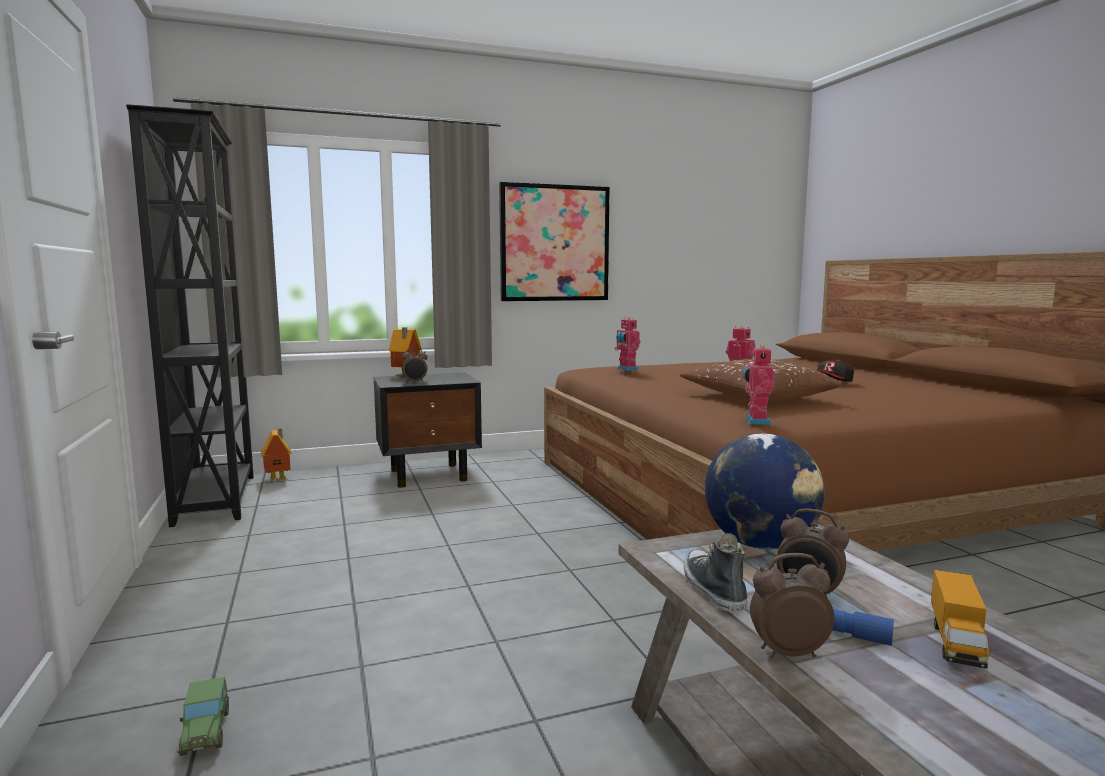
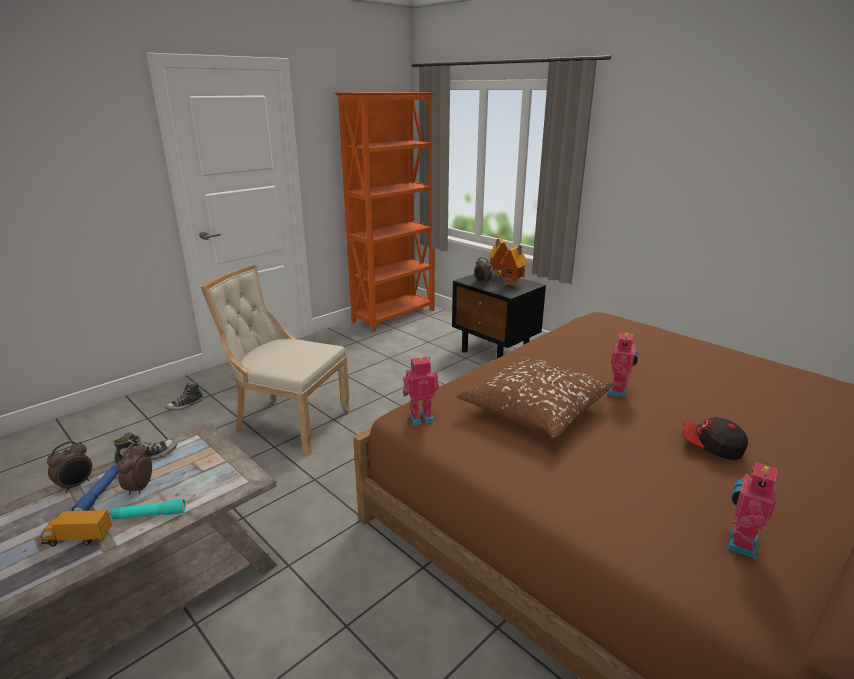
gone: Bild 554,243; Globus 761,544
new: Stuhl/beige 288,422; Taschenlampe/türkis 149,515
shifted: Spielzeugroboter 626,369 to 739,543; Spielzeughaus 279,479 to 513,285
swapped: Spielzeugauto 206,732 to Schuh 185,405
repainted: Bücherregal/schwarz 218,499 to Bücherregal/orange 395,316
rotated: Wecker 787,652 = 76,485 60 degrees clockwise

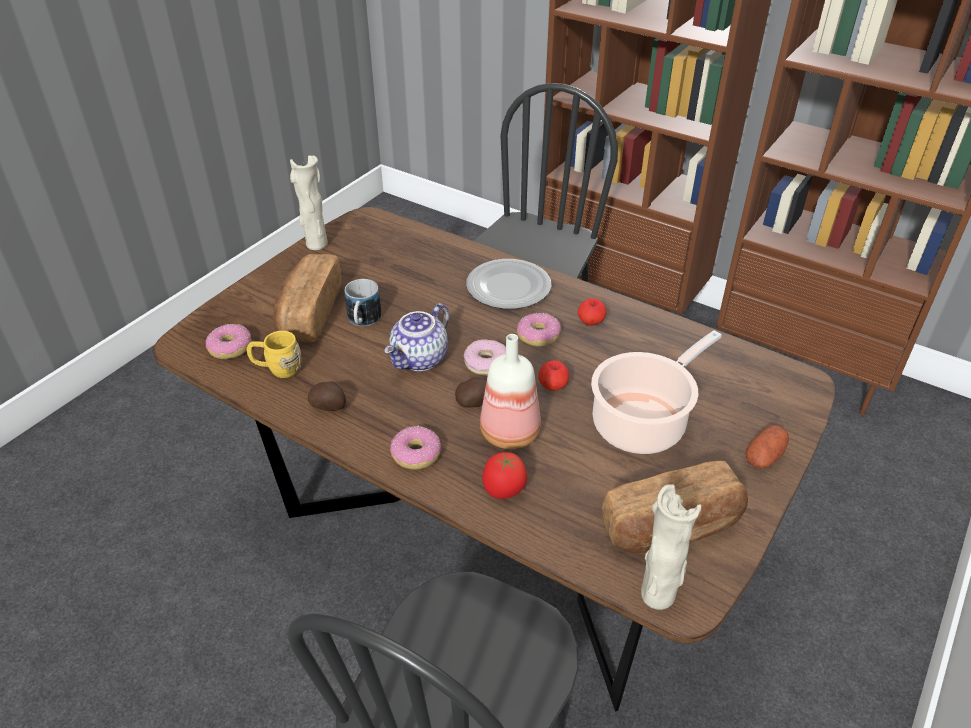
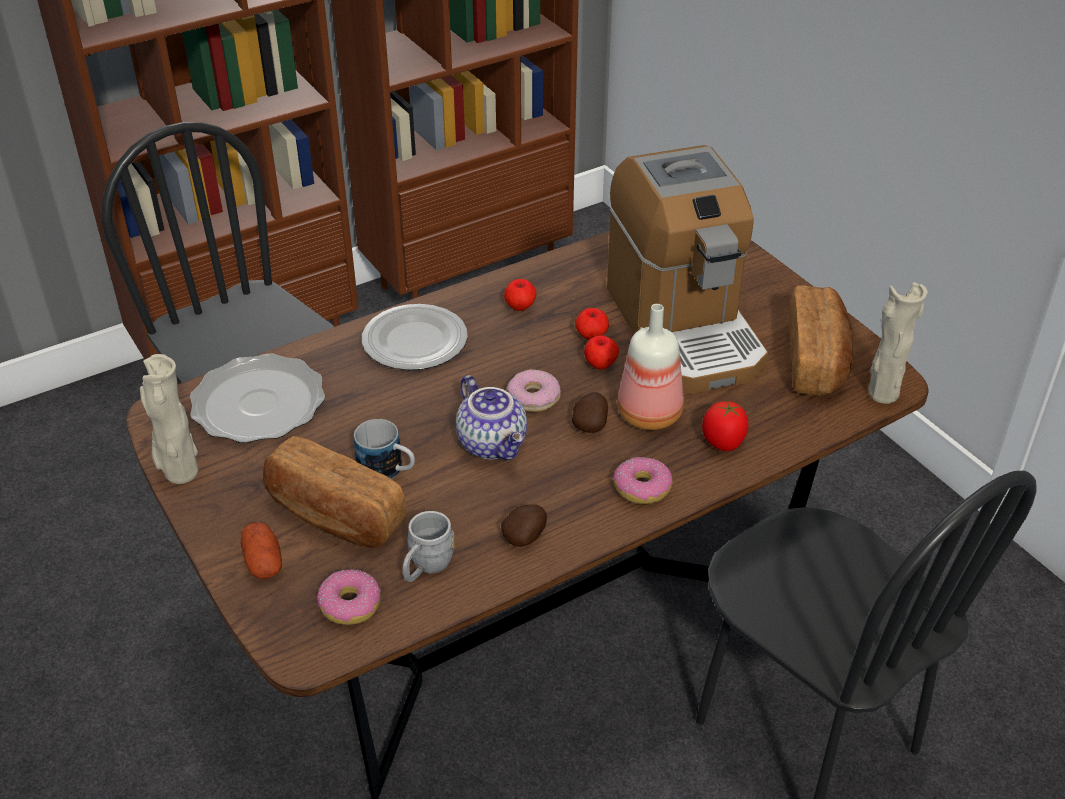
gone: Donut 538,335
new: Apfel 591,336; Teller 257,403
shifted: Kartoffel 764,457 to 263,562
swapped: Kochtopf 642,422 to Kaffeemaschine 684,328
repainted: Henkelbecher/gelb 277,369 to Henkelbecher/grau 426,567

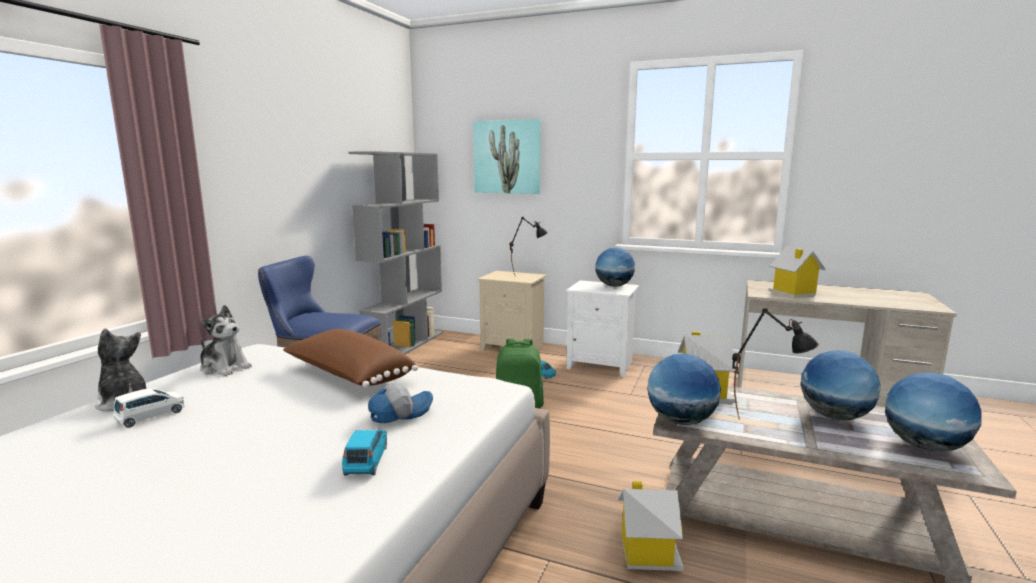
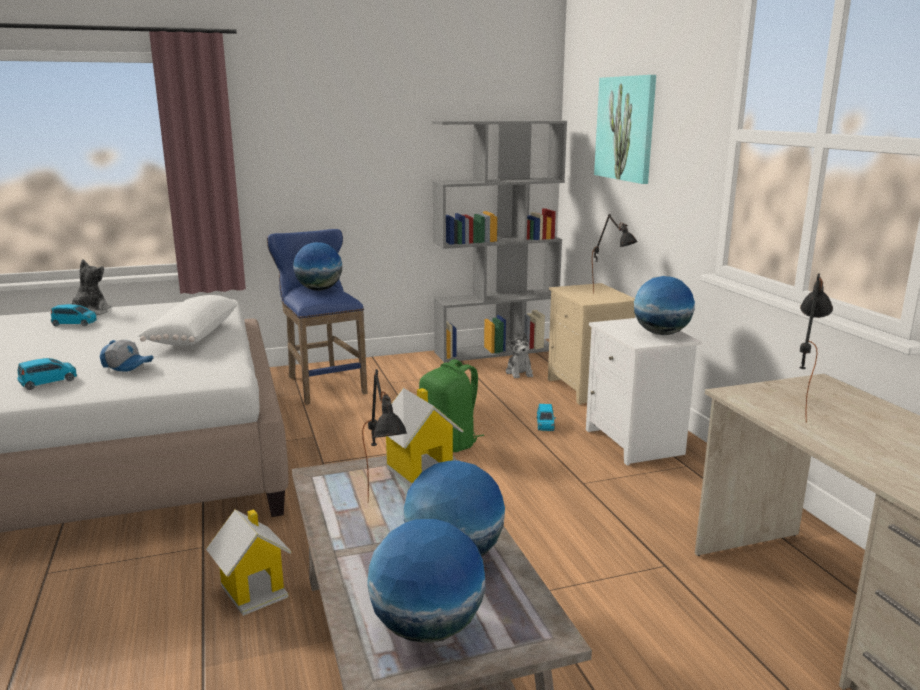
shifted: Plüschtier 225,368 to 519,372; Globus 680,421 to 319,290
swapped: Spielzeughaus 792,293 to Tischlampe/schwarz 798,409
repainted: Kissen/braun 348,375 to Kissen/weiß 191,335; Spielzeugauto/weiß 151,416 to Spielzeugauto/blau 75,323

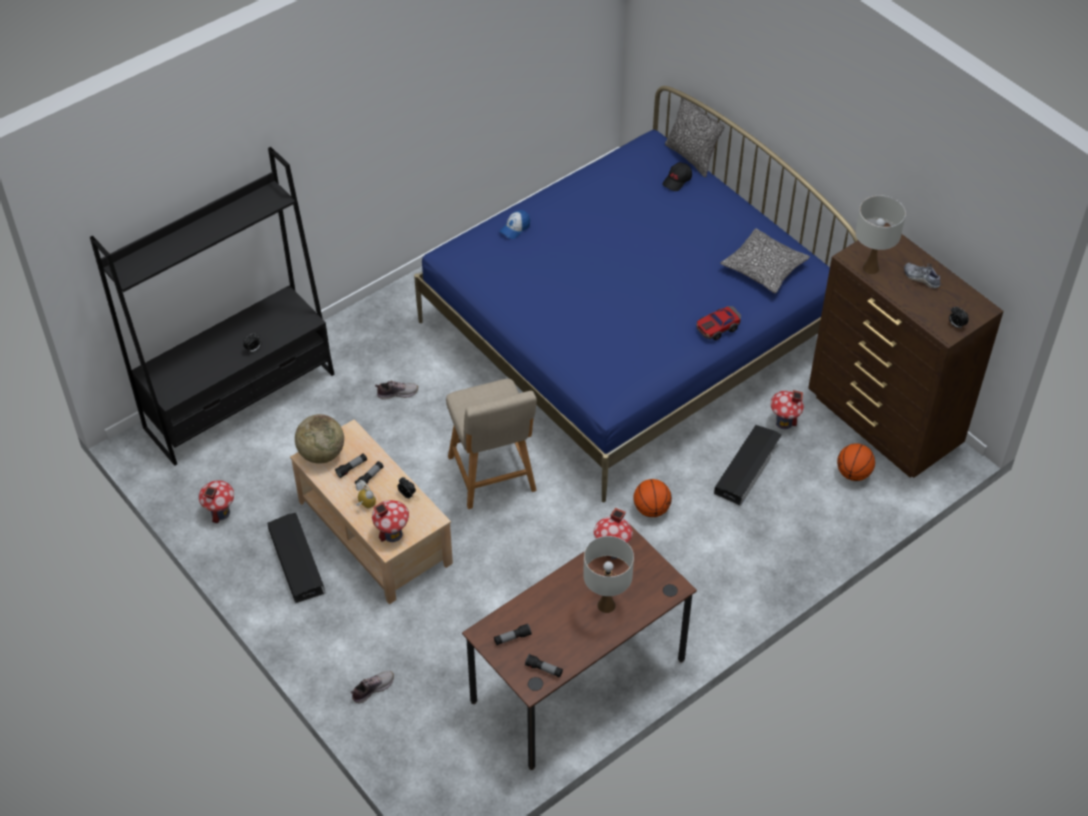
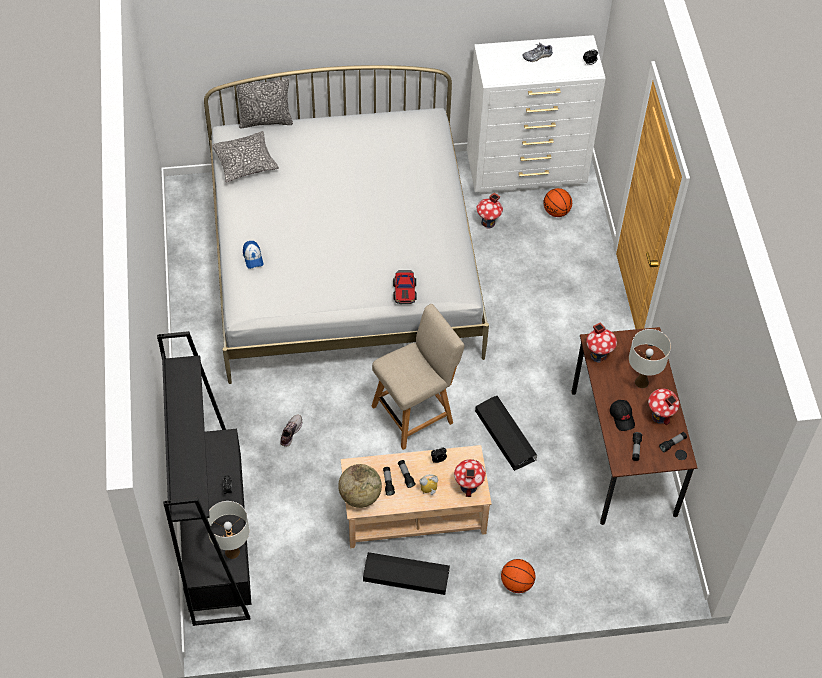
gone: Schuh 372,689
shifted: Kappe/schwarz 677,181 to 622,417; Tischlampe/weiß 870,268 to 232,552; Kissen 764,268 to 245,162; Spielzeugauto 718,327 to 405,291; Aufbewahrungsbox/schwarz 748,468 to 505,435; Basketball 651,509 to 516,583; Spielzeughaus 220,512 to 659,416
repainted: Bett/blau 629,333 to Bett/weiß 344,262; Kommode/braun 883,423 to Kommode/weiß 527,172
rotated: Stuhl/beige 493,477 = 415,412 45 degrees counterclockwise

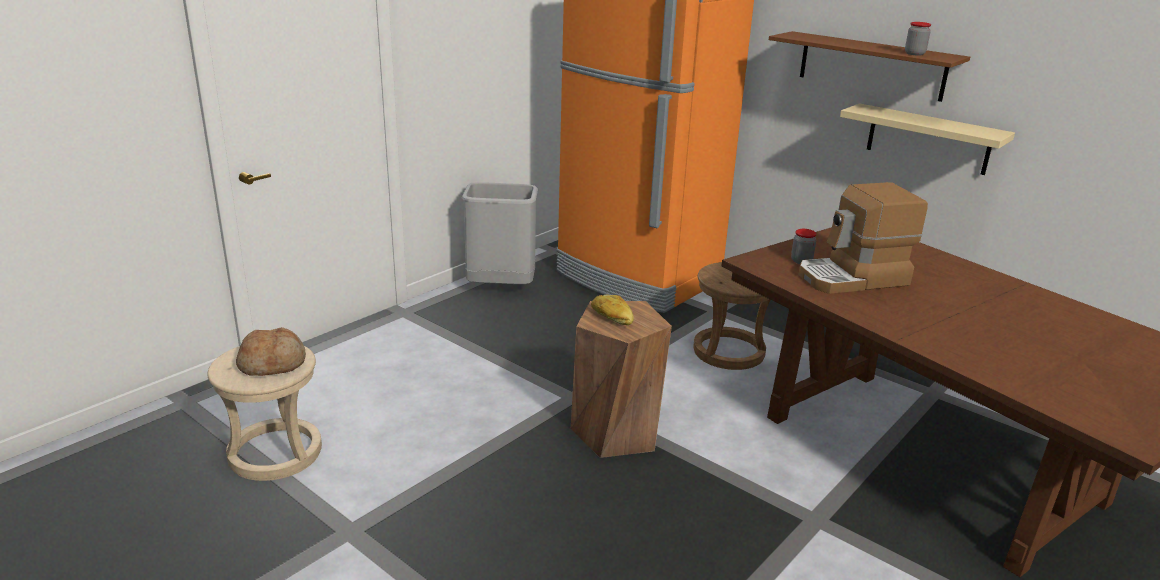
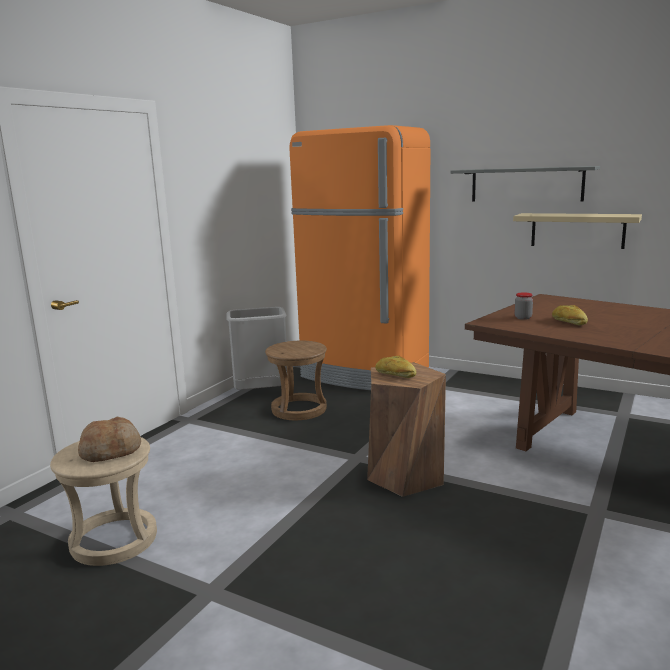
gone: Vorratsglas 914,54
shifted: Hocker/braun 728,351 to 299,409
swapped: Kaffeemaschine 853,278 to Brot 569,322
repainted: Wandregal/braun 871,66 to Wandregal/grau 526,184

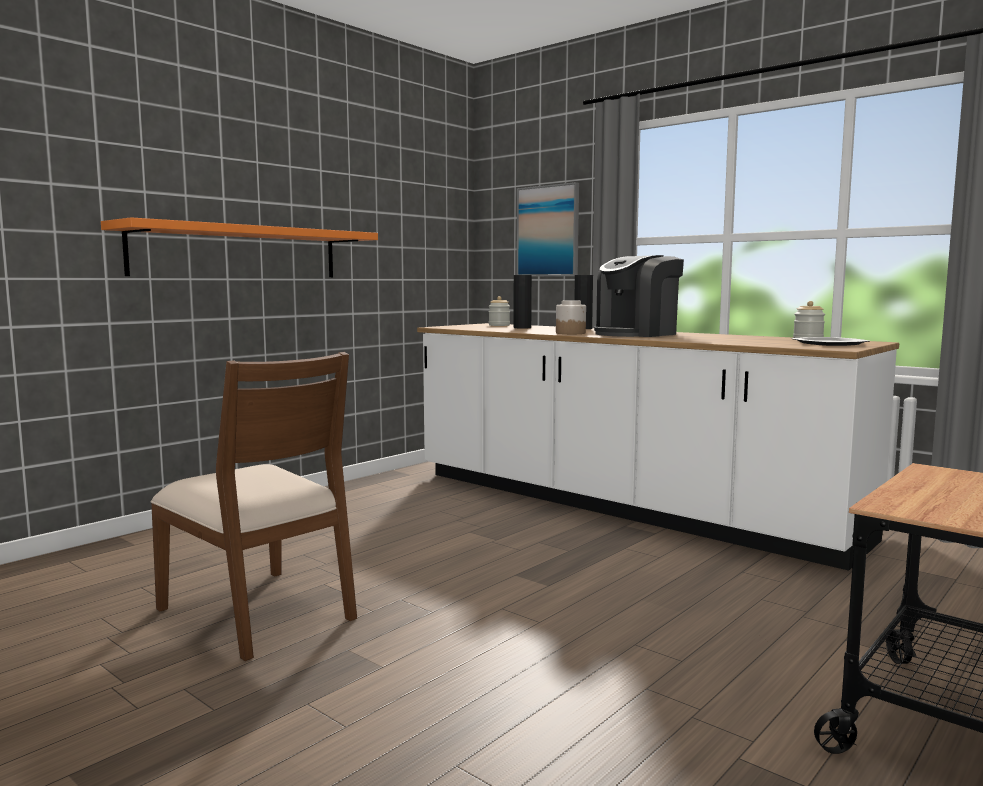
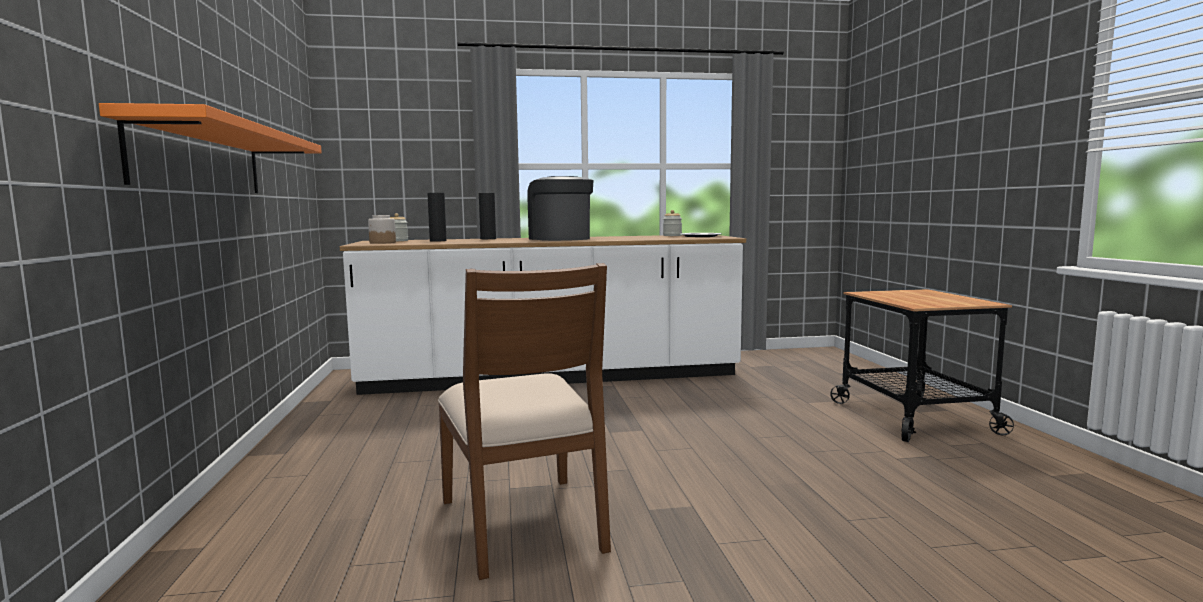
gone: Bild 548,231
shifted: Vorratsglas 570,333 to 382,242
rotated: Kaffeemaschine 636,334 = 560,239 150 degrees clockwise; Stuhl/braun 260,613 = 524,524 75 degrees clockwise

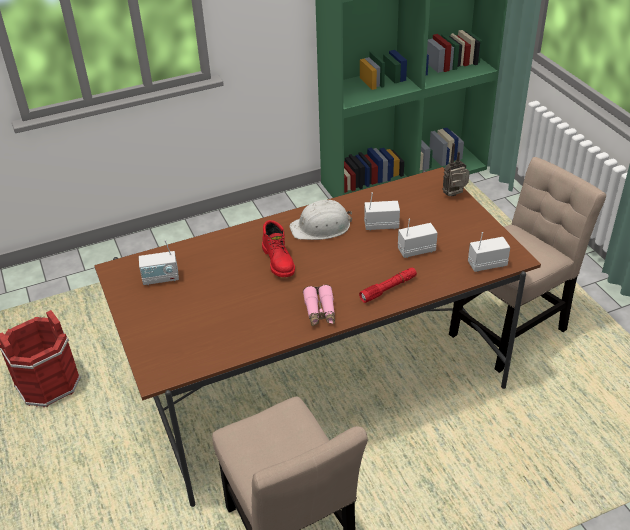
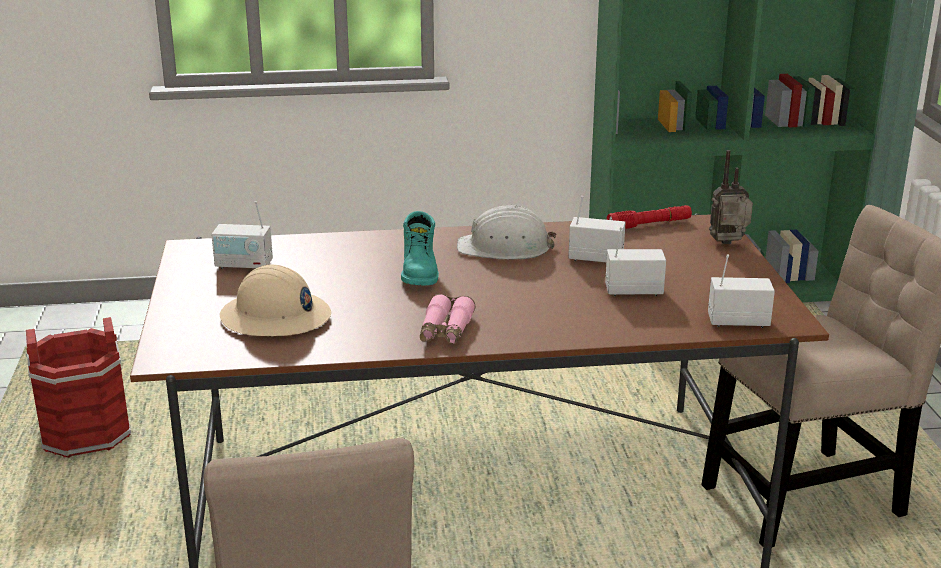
new: Schutzhelm/beige 275,317
shifted: Taschenlampe/rot 388,289 to 649,224
repainted: Stiefel/rot 279,261 to Stiefel/türkis 420,272

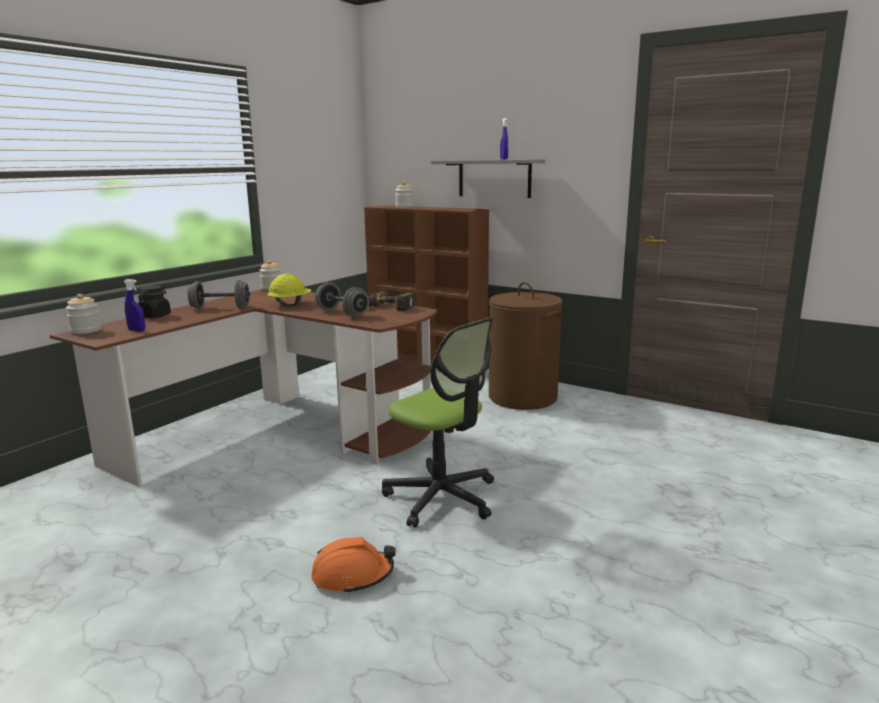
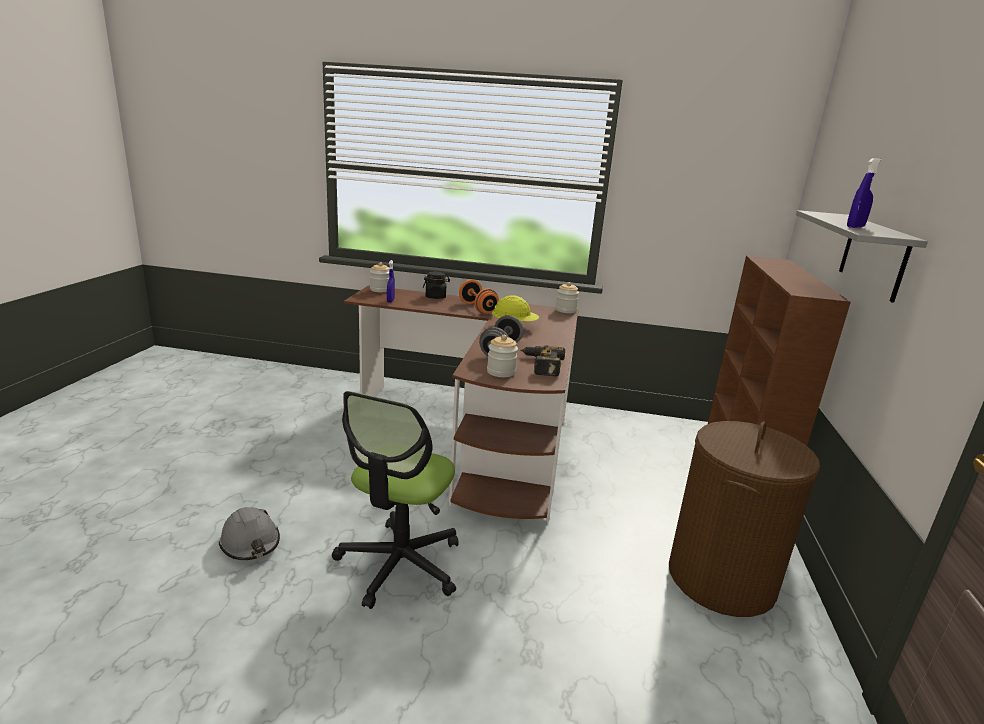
shifted: Vorratsglas 404,207 to 501,372
repainted: Hantel/grau 220,308 to Hantel/orange 477,308; Schutzhelm/orange 352,576 to Schutzhelm/grau 250,543

